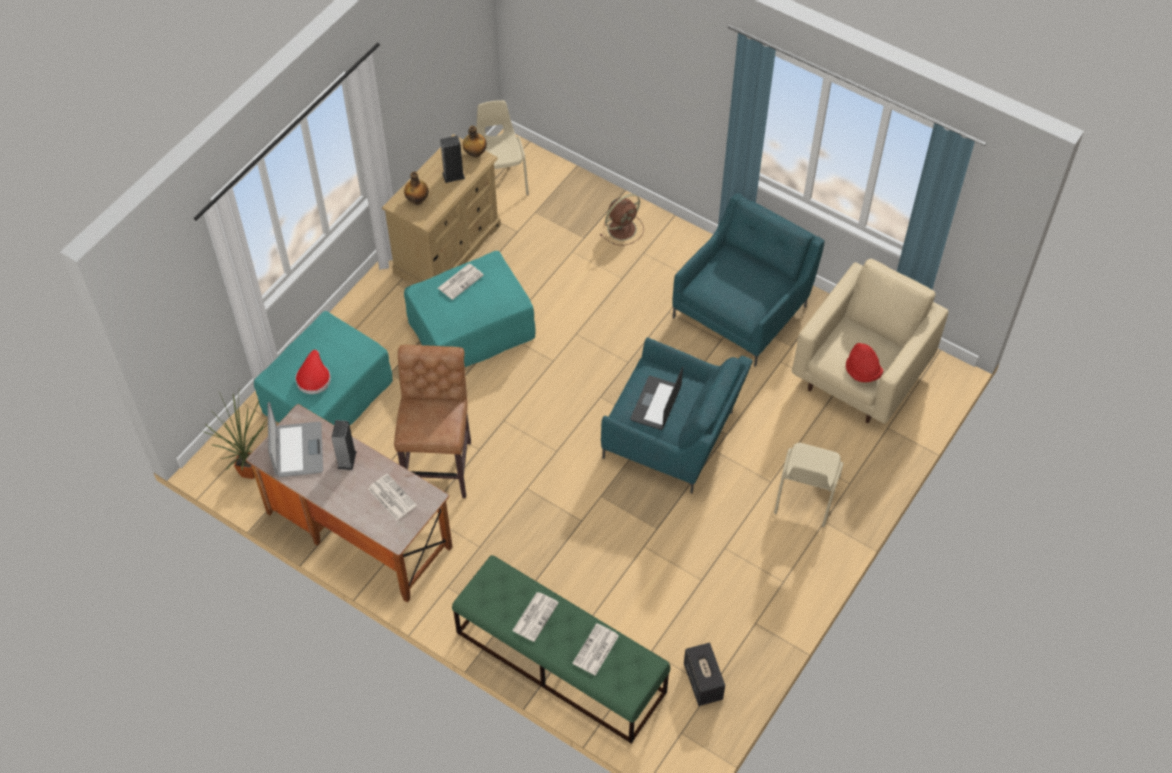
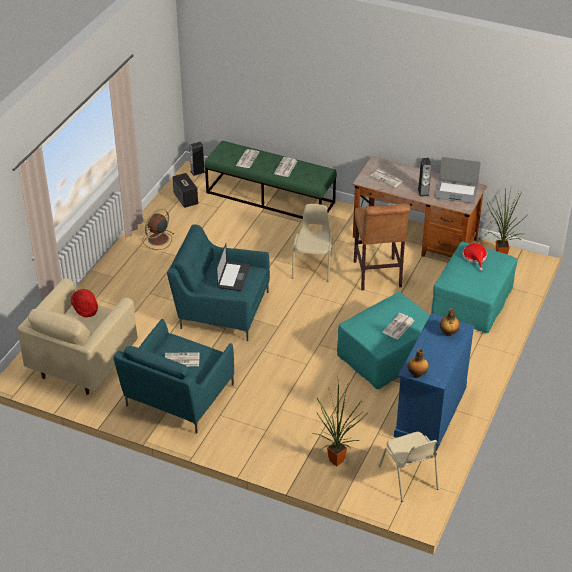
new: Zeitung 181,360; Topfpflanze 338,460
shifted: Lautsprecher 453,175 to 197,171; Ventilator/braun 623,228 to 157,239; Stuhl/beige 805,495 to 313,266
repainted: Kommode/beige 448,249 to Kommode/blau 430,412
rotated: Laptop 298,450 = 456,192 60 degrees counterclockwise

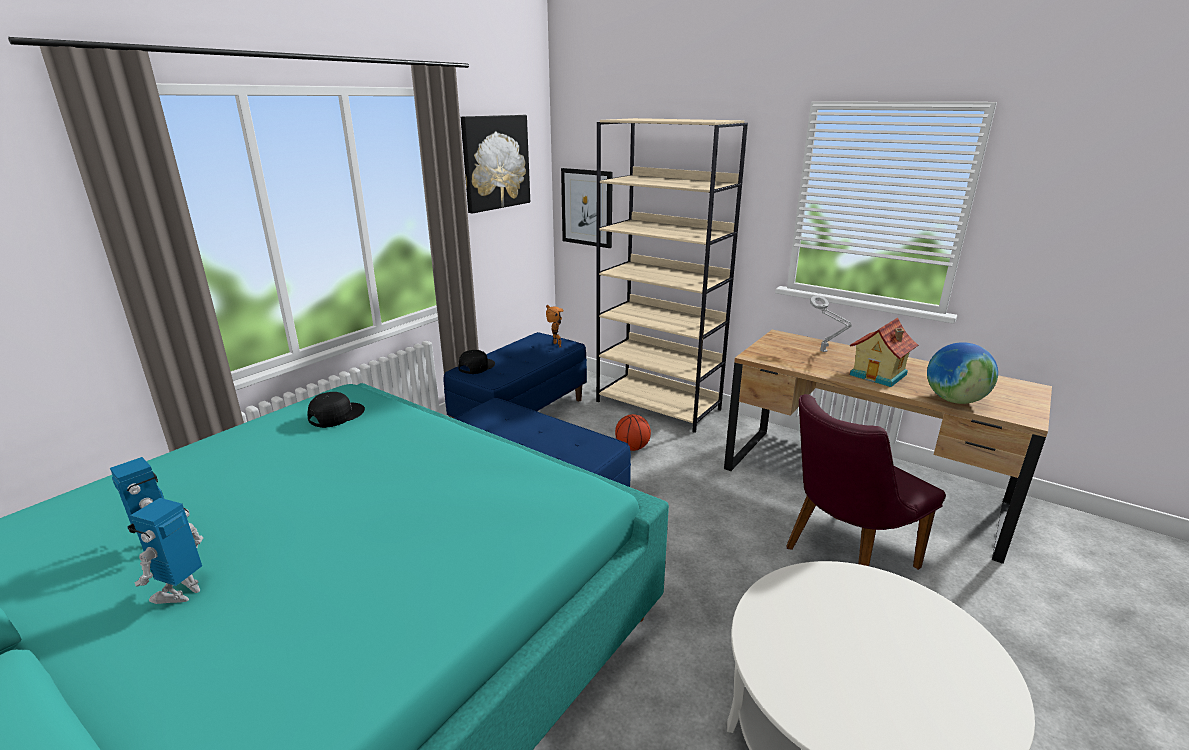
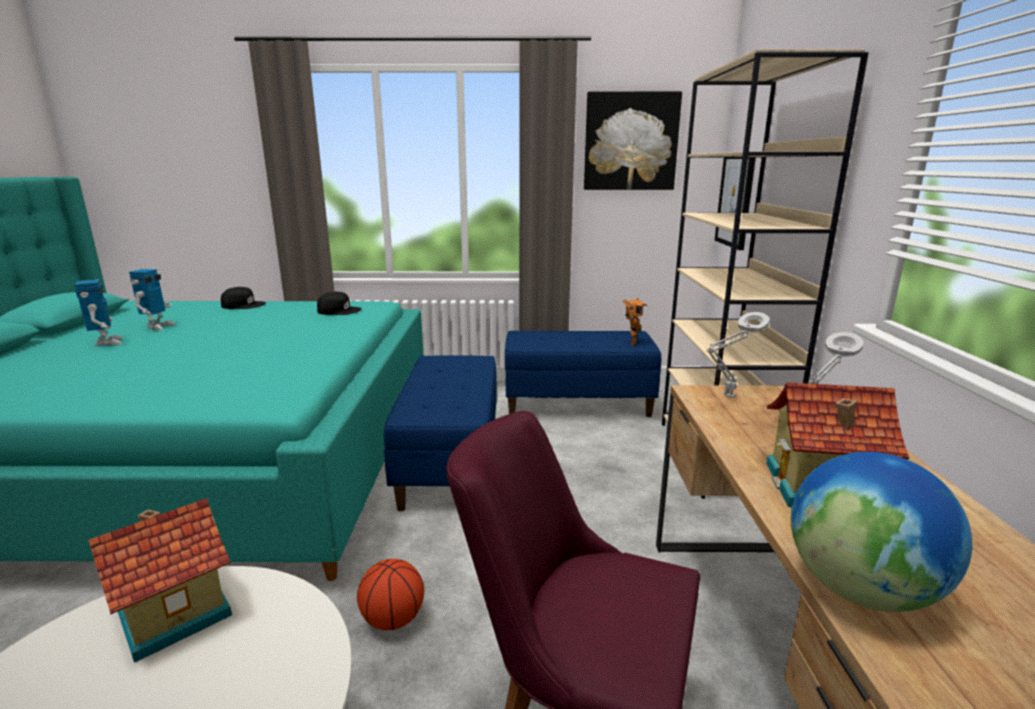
new: Tischlampe/grau 727,397; Spielzeughaus 173,611
shifted: Kappe/schwarz 476,366 to 243,305; Basketball 632,448 to 393,619
rotated: Spielzeugroboter 181,592 = 106,343 75 degrees clockwise

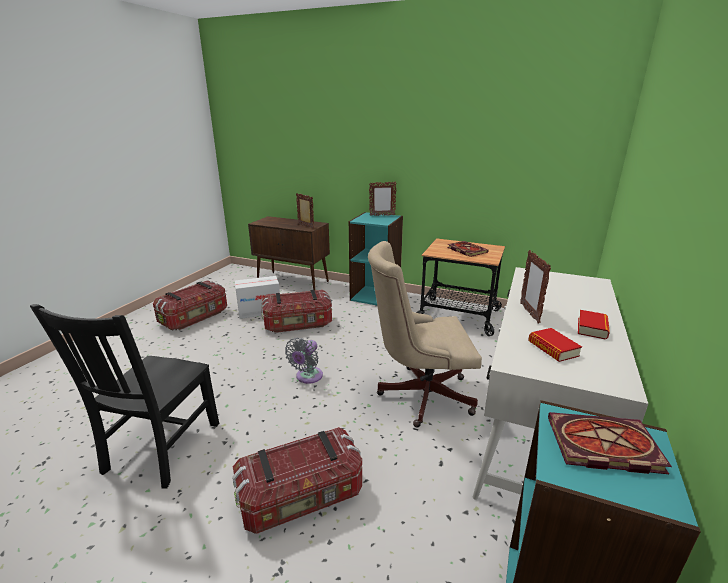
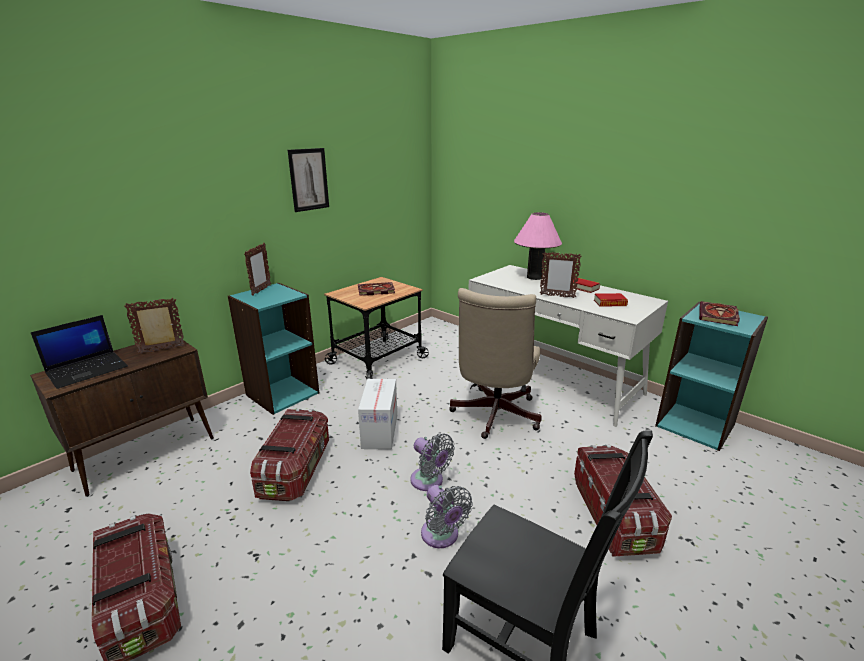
new: Bild 309,179; Tischlampe/rosa 534,277; Laptop 88,369; Ventilator/grau 442,536
shifted: Karton 259,311 to 379,431

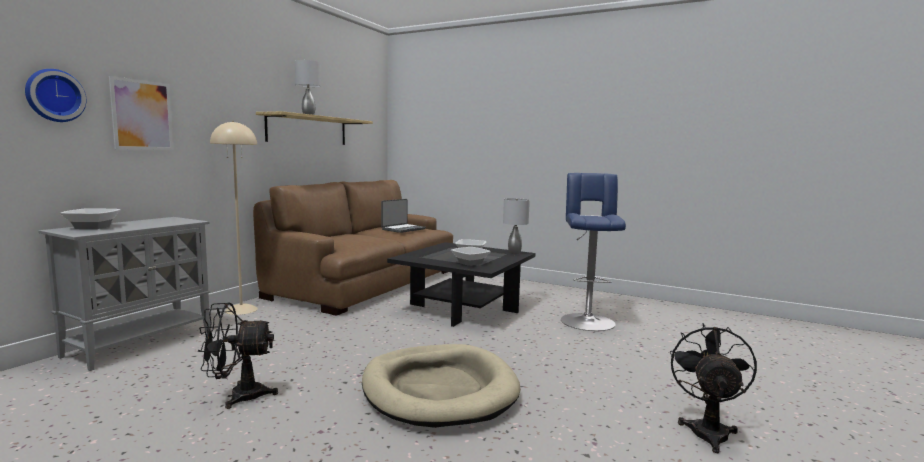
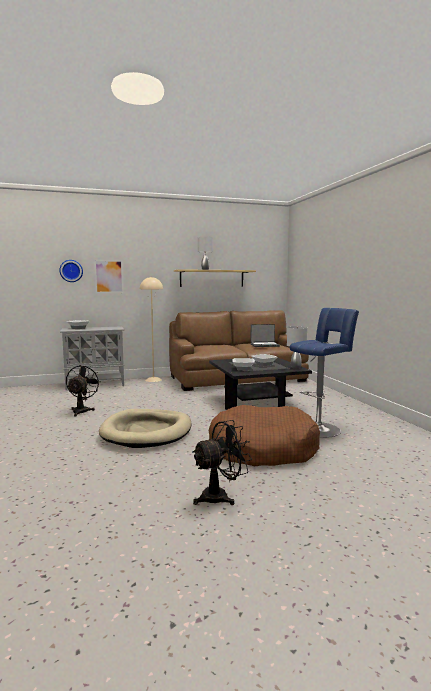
new: Hundebett/braun 262,449
rotated: Ventilator/schwarz 238,396 = 82,410 60 degrees clockwise

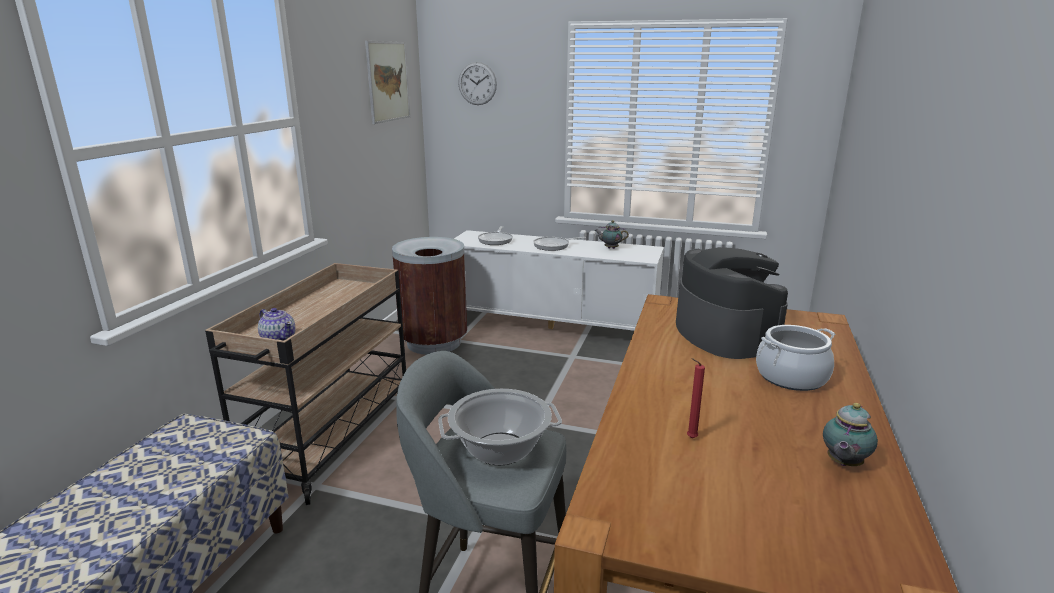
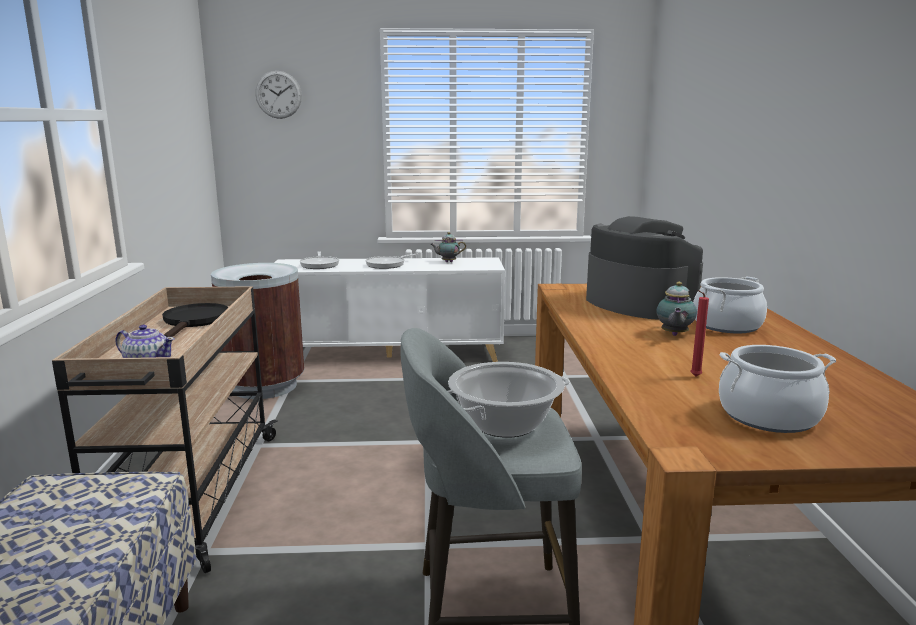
gone: Bild 388,81
new: Pfanne/schwarz 193,322; Kochtopf 768,416
shifted: Teekanne 843,464 to 673,335

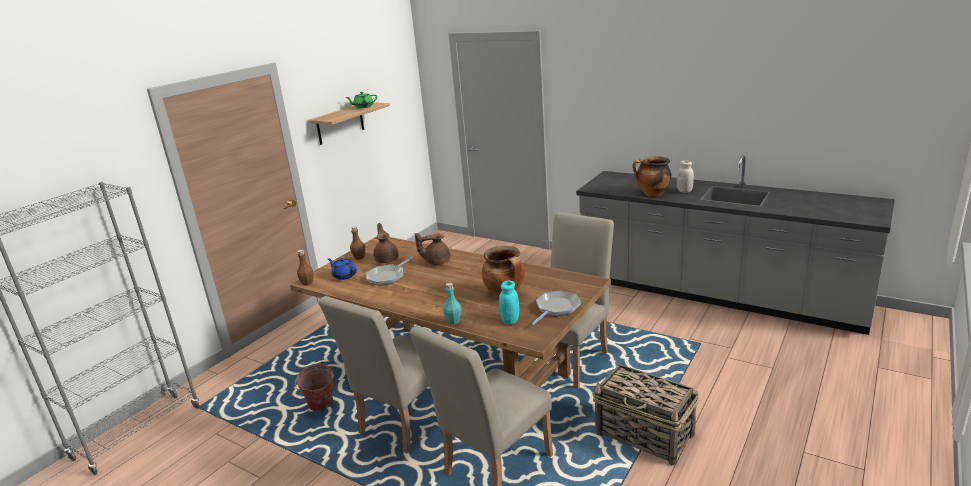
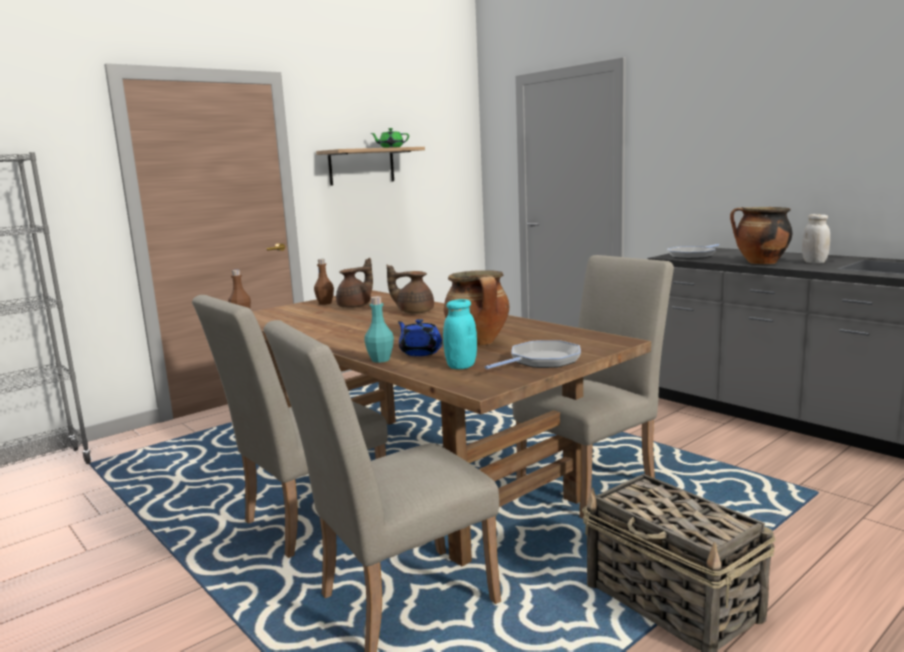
gone: Eimer 320,408
shifted: Pfanne 387,277 to 692,255; Teekanne/blau 344,275 to 420,352
rotated: Teekanne/braun 387,259 = 356,306 45 degrees clockwise

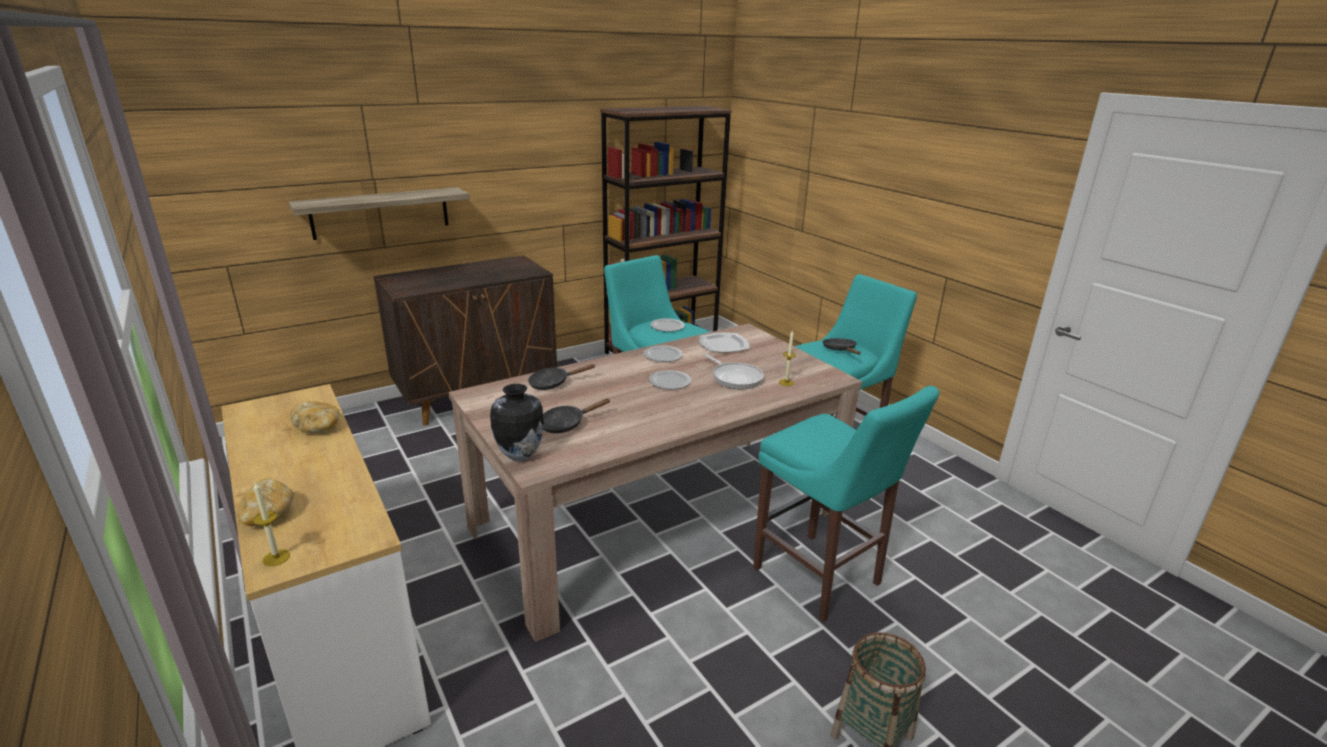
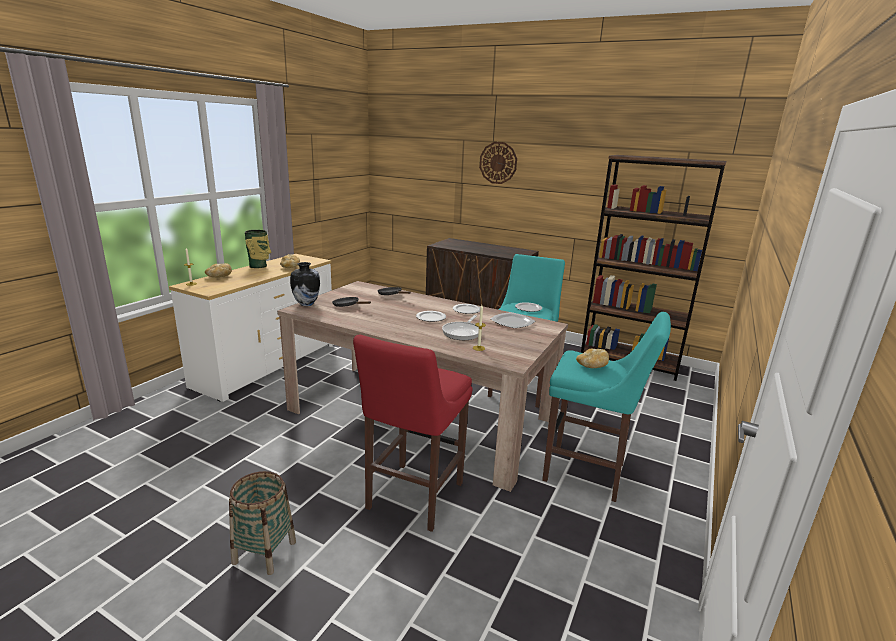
gone: Wandregal 380,213
new: Wanduhr 498,163; Vase 259,266
swapped: Pfanne/schwarz 840,350 to Brot 592,366
repainted: Hocker/türkis 821,579 to Hocker/rot 412,498

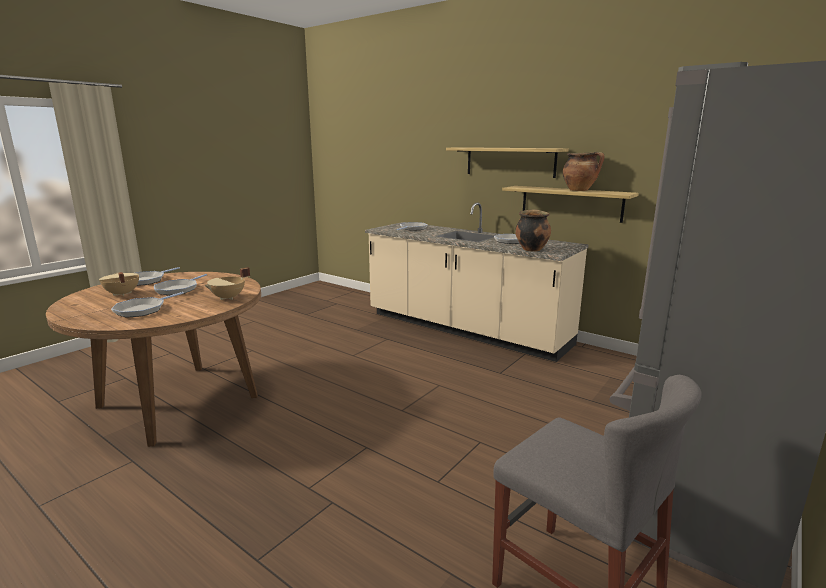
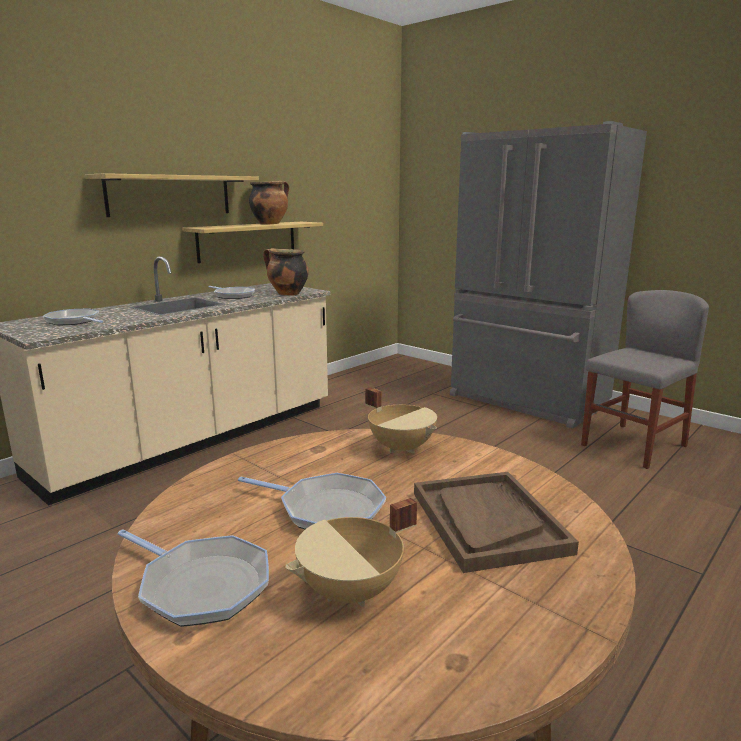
swapped: Pfanne 142,310 to Tablett/braun 487,521

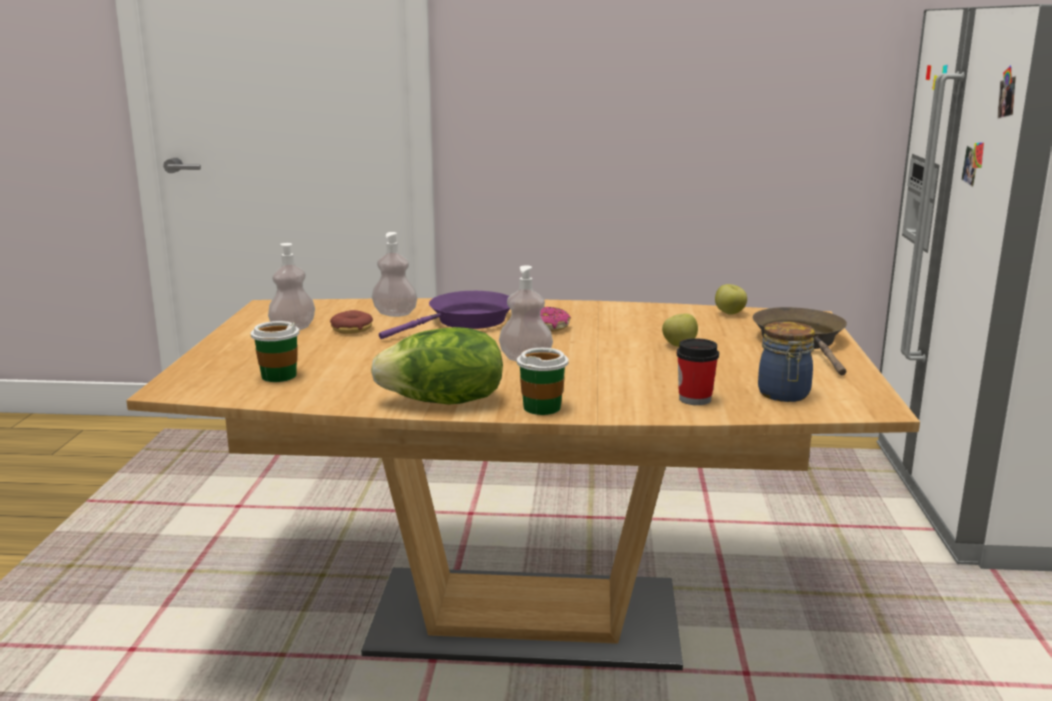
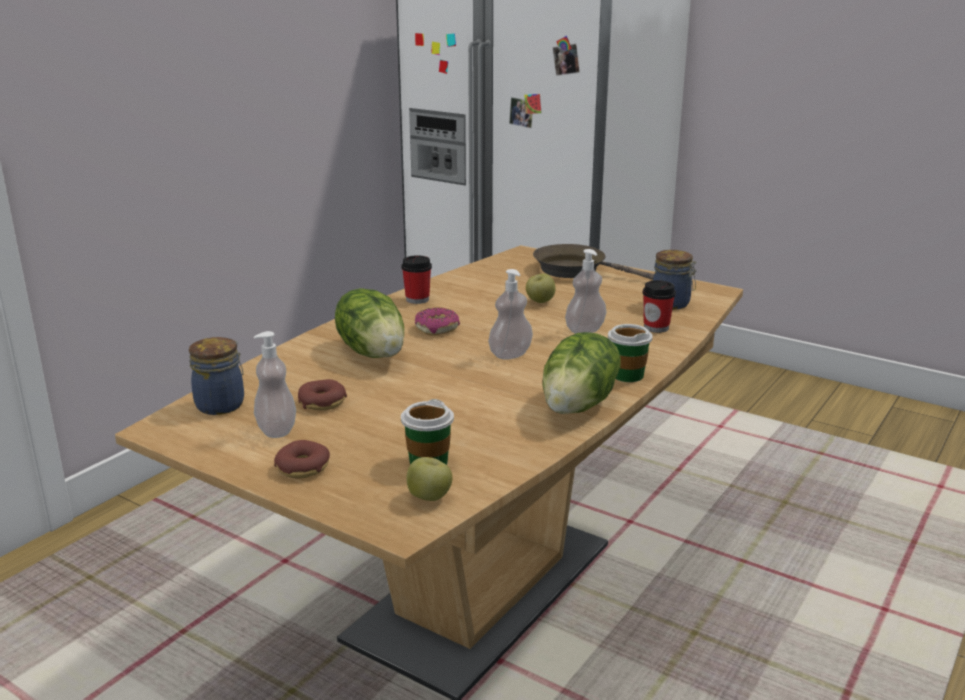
new: Tasse 417,299; Vorratsglas 222,404; Donut 303,467
shifted: Seifenspender 395,314 to 585,330; Apfel 730,314 to 429,498
swapped: Pfanne/lila 465,321 to Salatkopf 374,352

